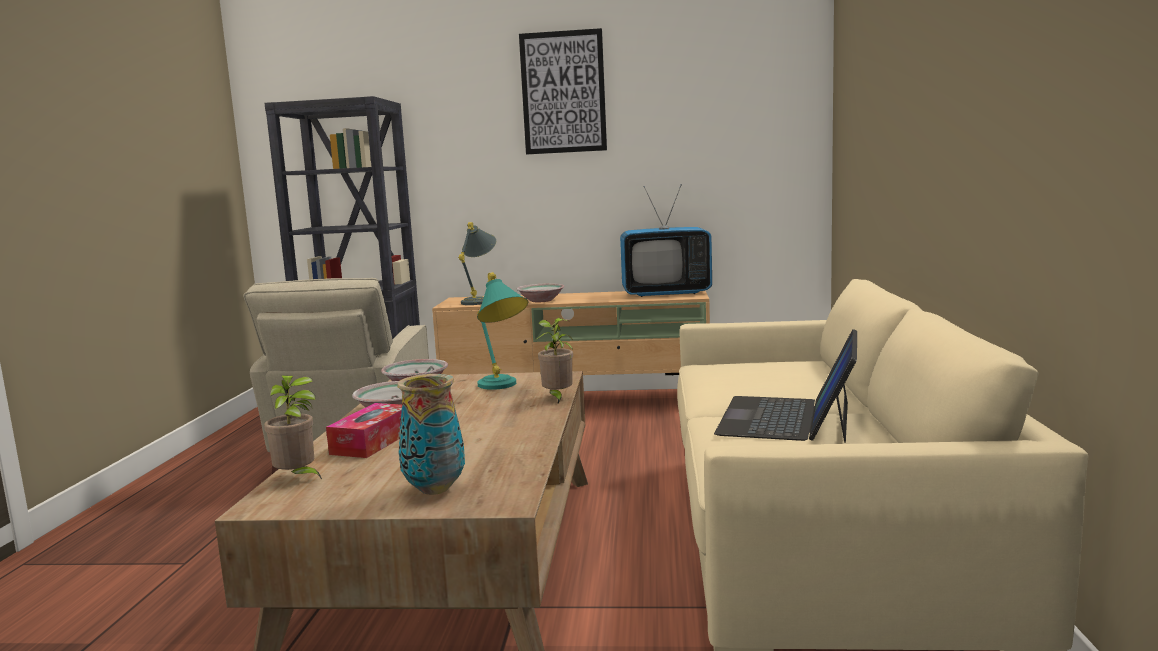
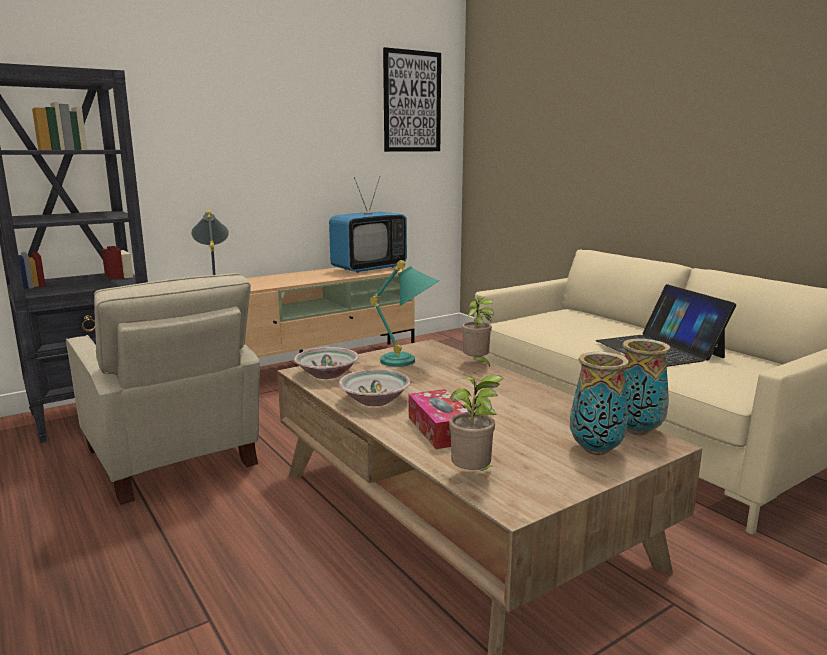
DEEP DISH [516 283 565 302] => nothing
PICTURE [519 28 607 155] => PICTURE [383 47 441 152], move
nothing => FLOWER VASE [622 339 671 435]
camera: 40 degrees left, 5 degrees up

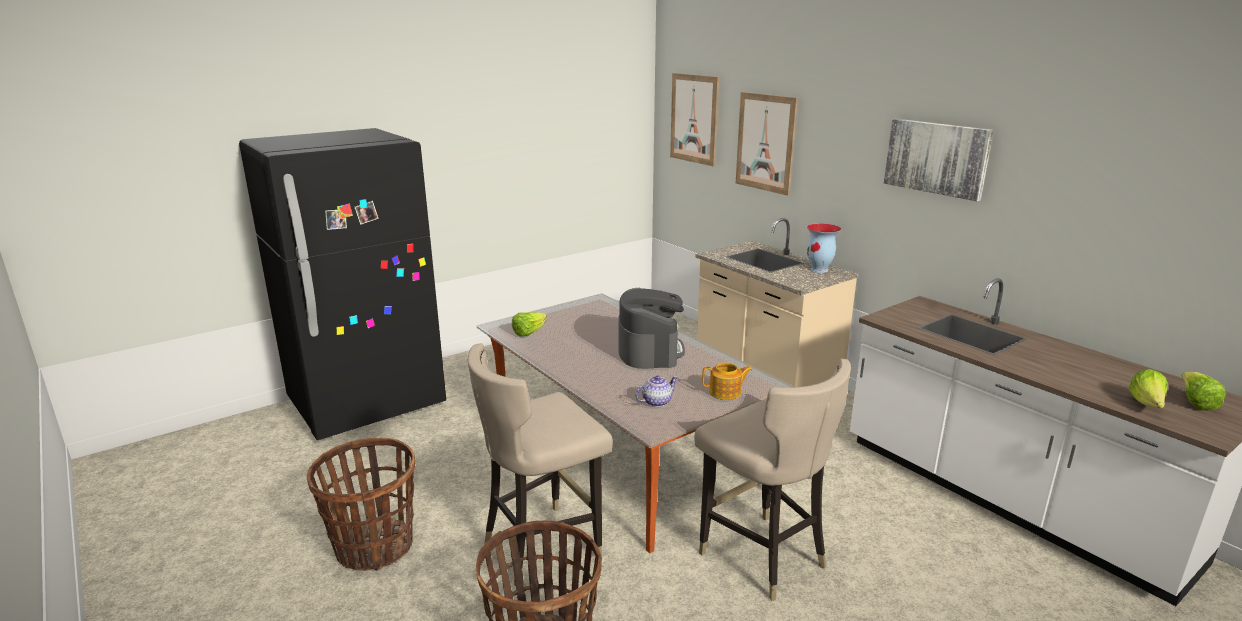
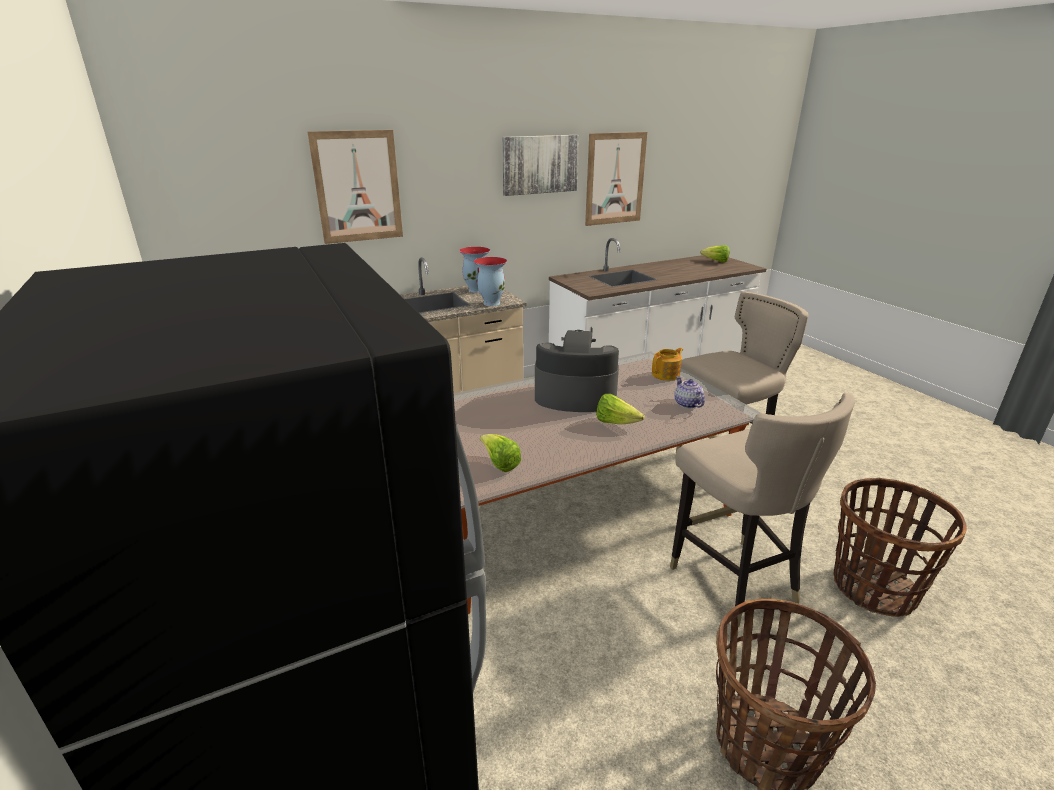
PICTURE [670 73 719 166] => PICTURE [585 132 647 226], move
POT FOR TEA [702 362 752 400] => POT FOR TEA [652 348 683 381], 45 degrees clockwise
LETTUCE [1129 369 1168 408] => LETTUCE [596 394 645 424], move
nothing => FLOWER VASE [474 257 507 306]
camera: 80 degrees left, 5 degrees up

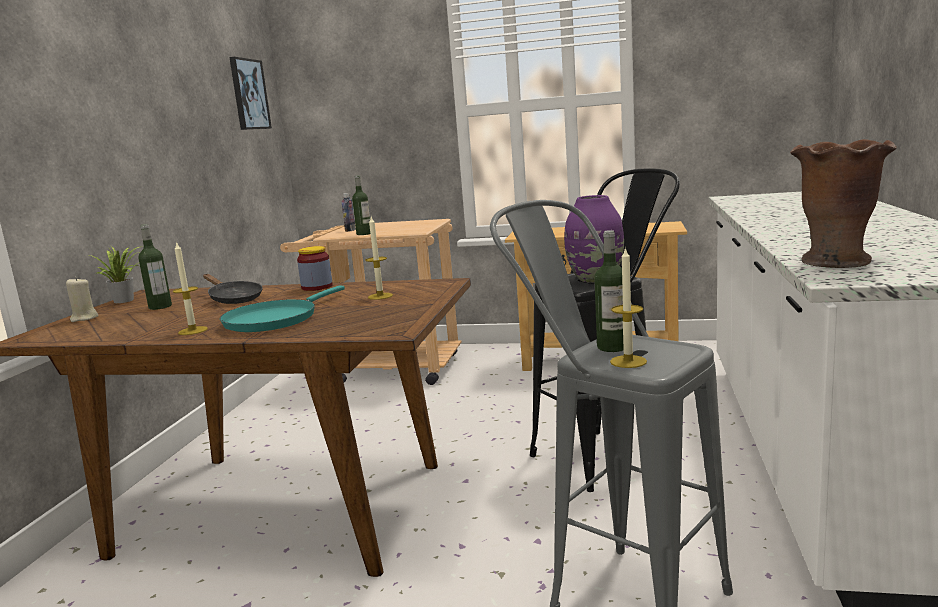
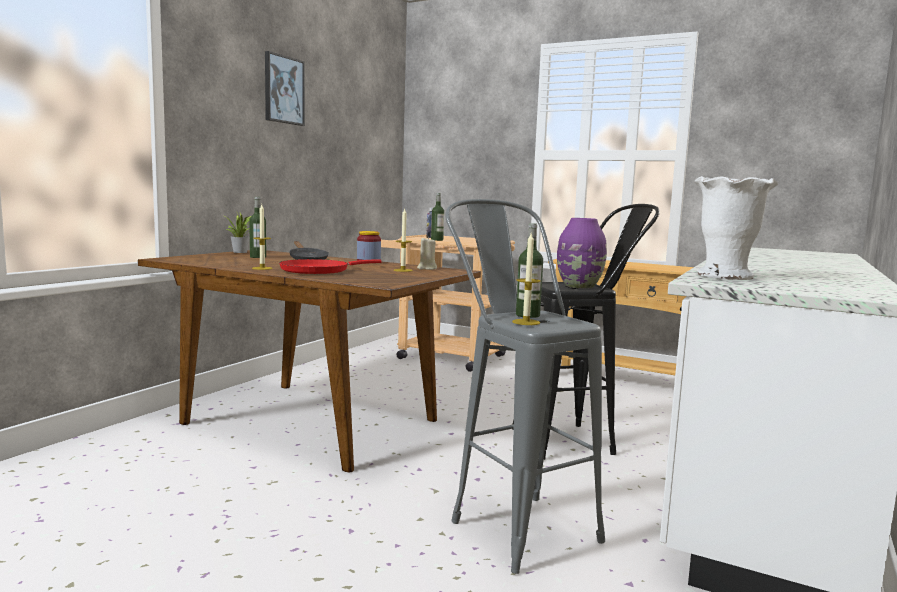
SAND-COLOURED WAX CANDLE [66 277 99 322] => SAND-COLOURED WAX CANDLE [417 237 437 270], move
TURQUOISE-COLOURED FRYING PAN [220 286 345 332] => REDDISH FRYING PAN [279 259 382 274]
PICTURE [229 57 272 130] => PICTURE [265 51 305 126], move
BROWN-COLOURED FLOWER VASE [790 139 897 268] => WHITE-COLOURED FLOWER VASE [694 176 778 280]
camera: 15 degrees right, 5 degrees down

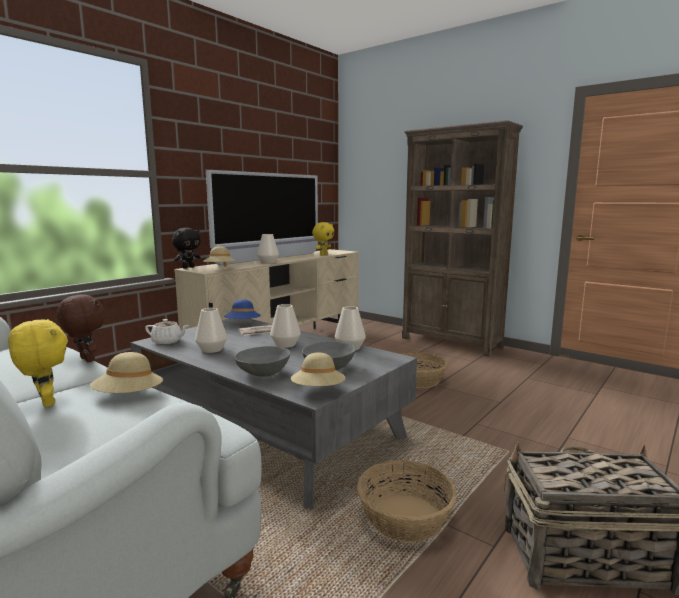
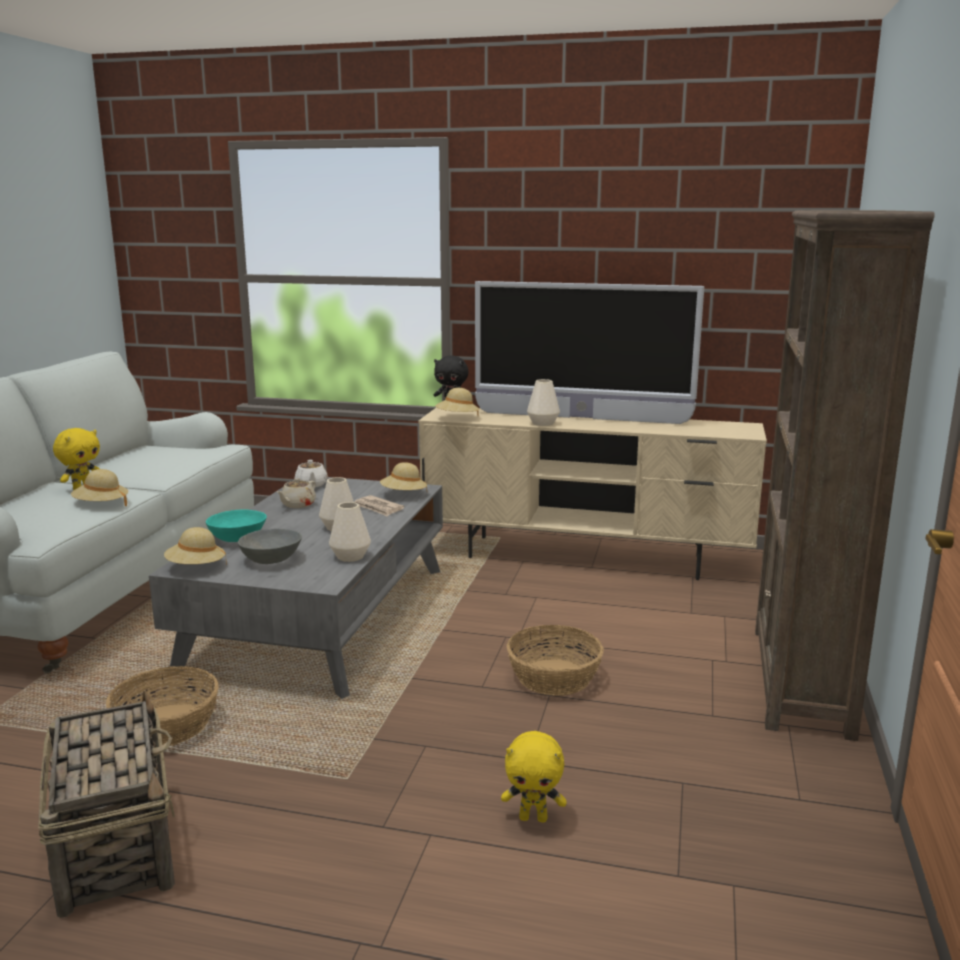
BROWN-COLOURED SOFT TOY [57 294 105 362] => nothing
WHITE-COLOURED FLOWER VASE [195 308 227 353] => SAND-COLOURED POT FOR TEA [277 478 316 508]
BLUISH CLOTHING HAT [224 299 261 320] => SAND-COLOURED CLOTHING HAT [380 462 427 490]
GREYISH DEEP DISH [234 346 291 377] => TURQUOISE-COLOURED DEEP DISH [206 509 267 542]
YELLOWISH SOFT TOY [312 222 334 255] => YELLOWISH SOFT TOY [501 731 567 822], move
camera: 65 degrees right, 5 degrees up

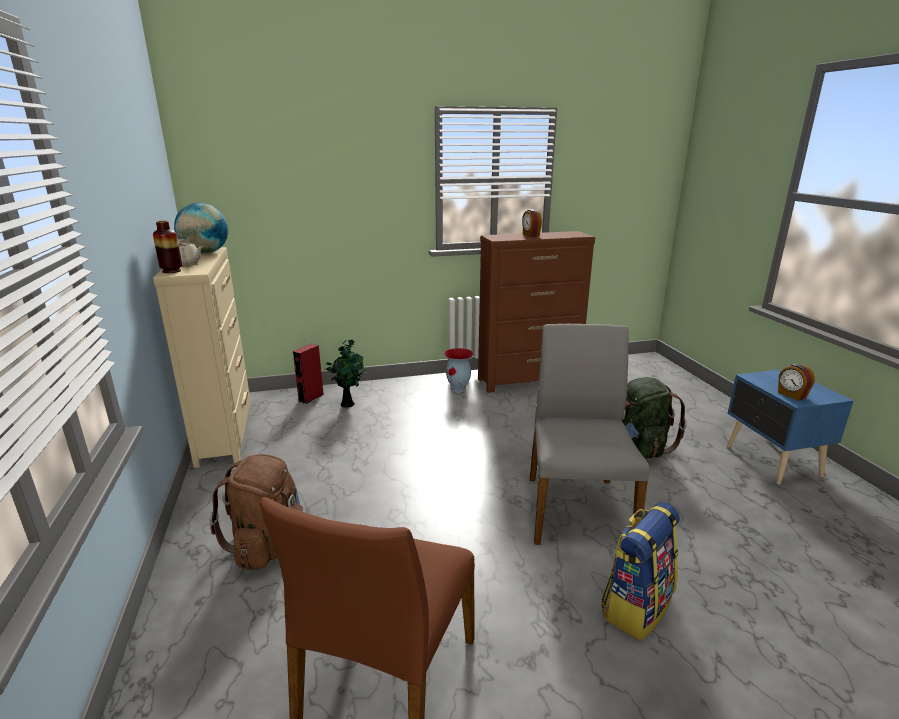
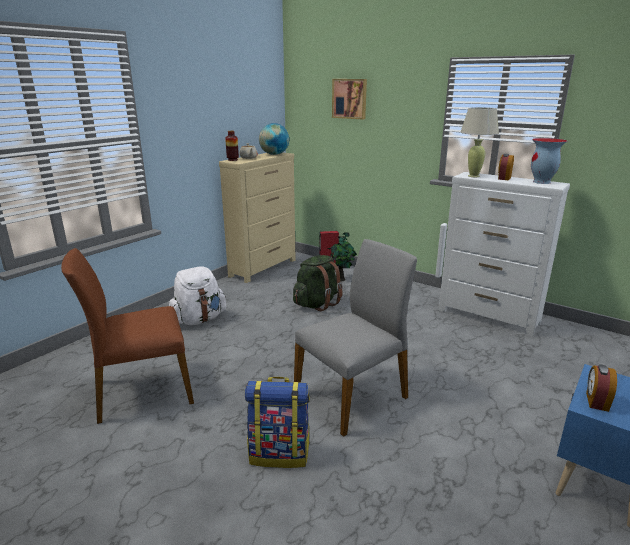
BROWN-COLOURED KNAPSACK [210 454 303 570] => WHITE-COLOURED KNAPSACK [169 266 226 325]
FLOWER VASE [444 348 474 393] => FLOWER VASE [531 138 567 184], move
BROWN-COLOURED DRESSER [478 231 595 393] => WHITE-COLOURED DRESSER [438 172 570 337]
GREEN KNAPSACK [622 377 687 458] => GREEN KNAPSACK [293 255 343 311], move
nothing => PICTURE [332 79 367 119]
nothing => SAND-COLOURED TABLETOP LAMP [460 107 499 177]
camera: 50 degrees right, 0 degrees up

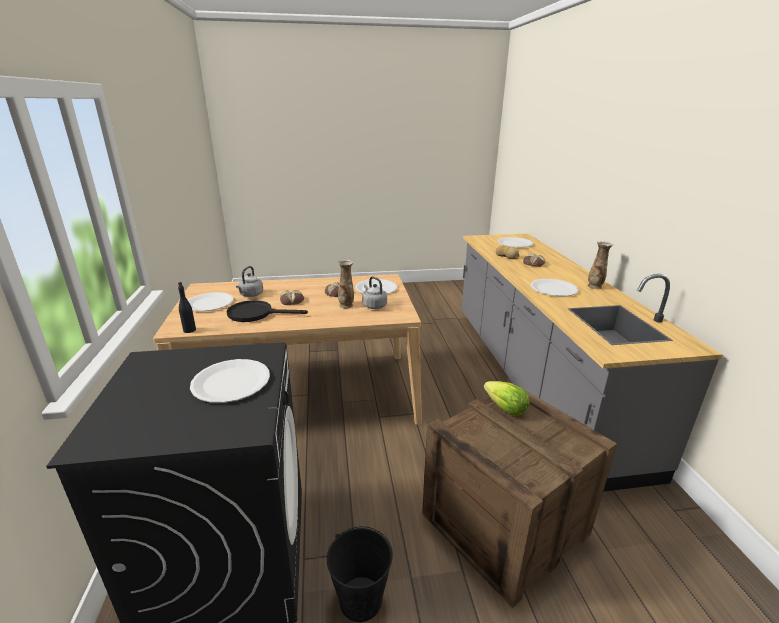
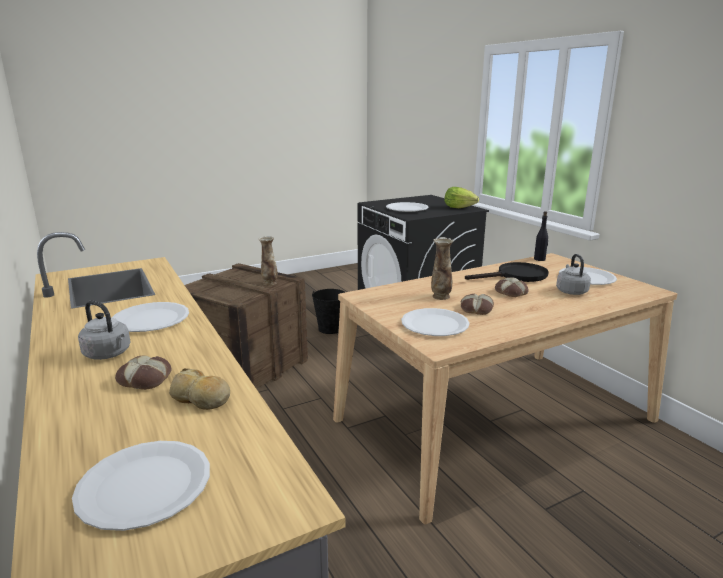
GREYISH WATER KETTLE [362 277 387 309] => GREYISH WATER KETTLE [78 300 130 360], move
LETTUCE [484 381 530 416] => LETTUCE [444 187 479 208], move
FLOWER VASE [588 241 614 289] => FLOWER VASE [258 236 278 286], move
camera: 160 degrees right, 5 degrees down

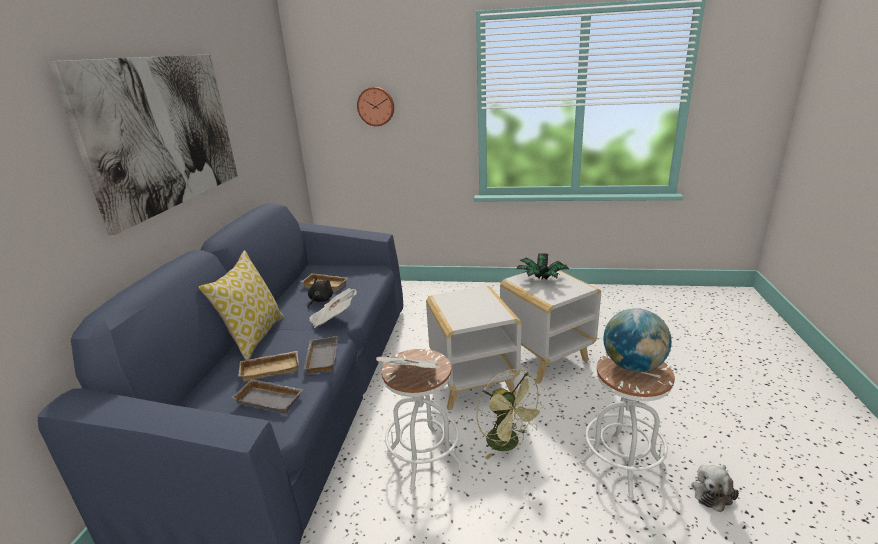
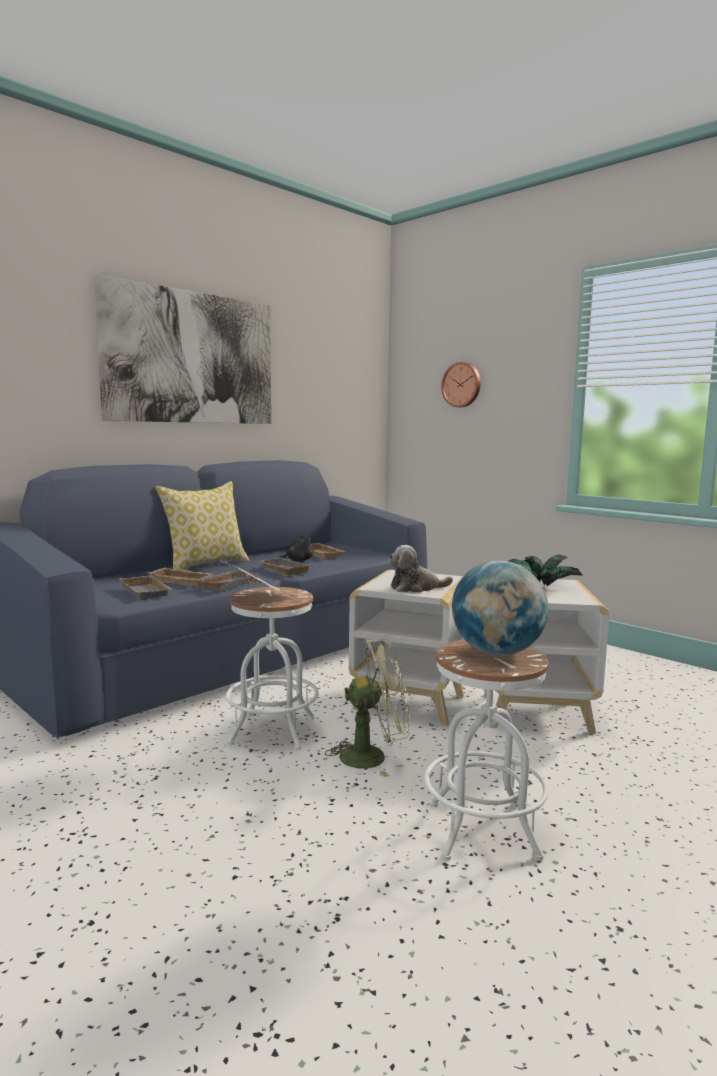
DAILY PAPER [309 288 357 328] => GREYISH SERVING TRAY [259 557 311 575]
GREEN FAN [476 369 546 460] => GREEN FAN [325 639 410 777], 105 degrees counterclockwise
SOFT TOY [691 465 739 512] => SOFT TOY [389 545 453 593], move
camera: 35 degrees right, 15 degrees down

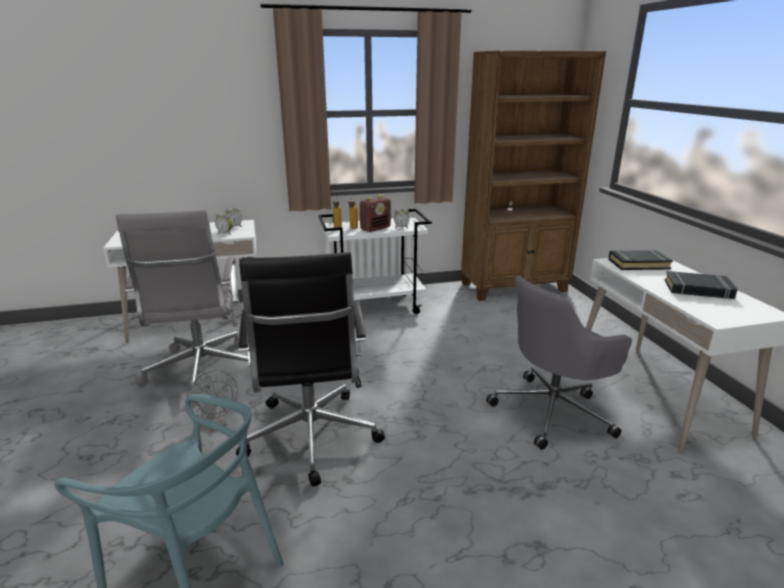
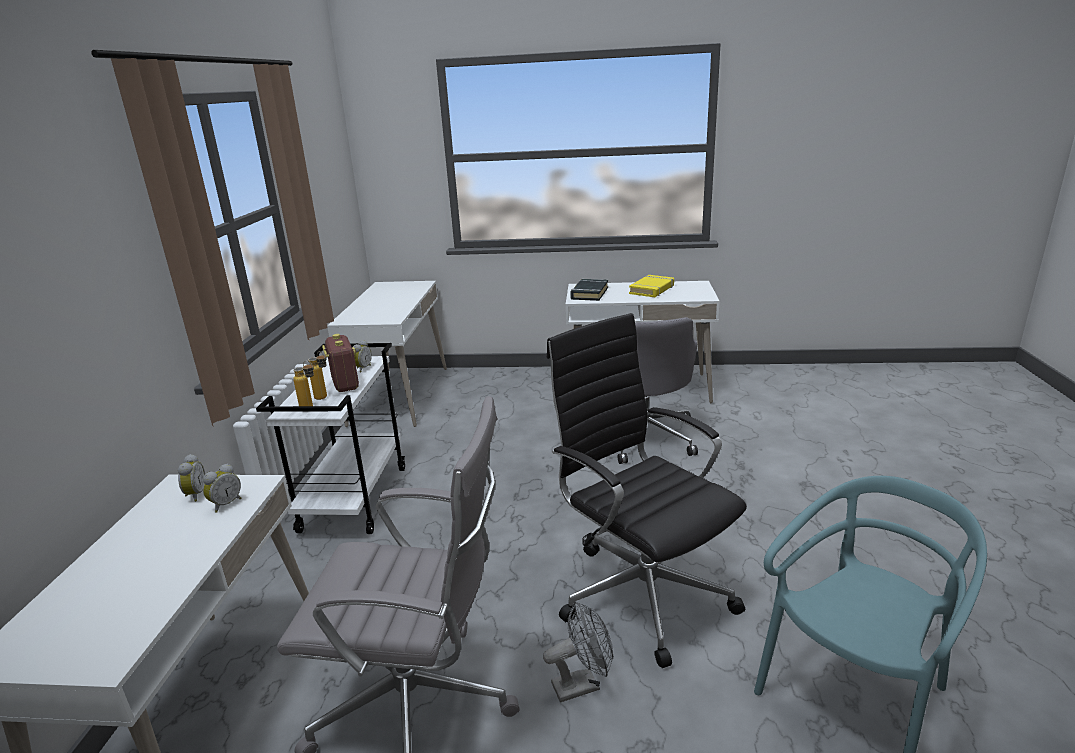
BLACKISH OFFICE CHAIR [236 252 385 487] => BLACKISH OFFICE CHAIR [547 313 747 668], 135 degrees counterclockwise
BROWN-COLOURED BOOKSHELF [461 51 606 301] => WHITE-COLOURED DESK TABLE [327 281 447 427]
BLACKISH BOUND BOOK [665 271 738 299] => YELLOWISH BOUND BOOK [629 275 674 297]
camera: 70 degrees left, 0 degrees up

